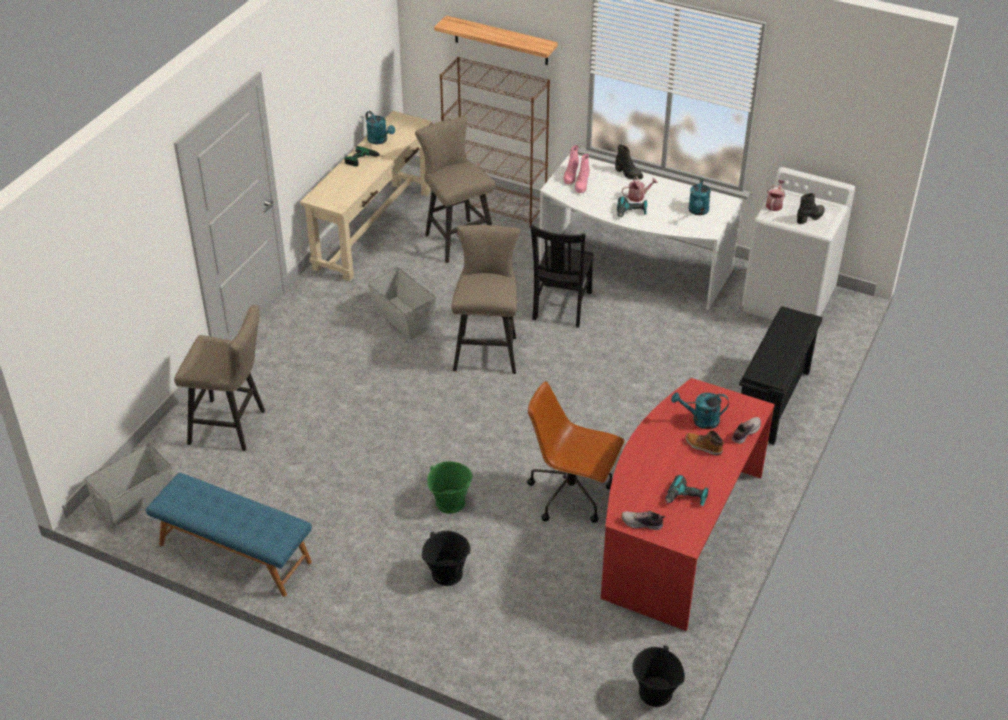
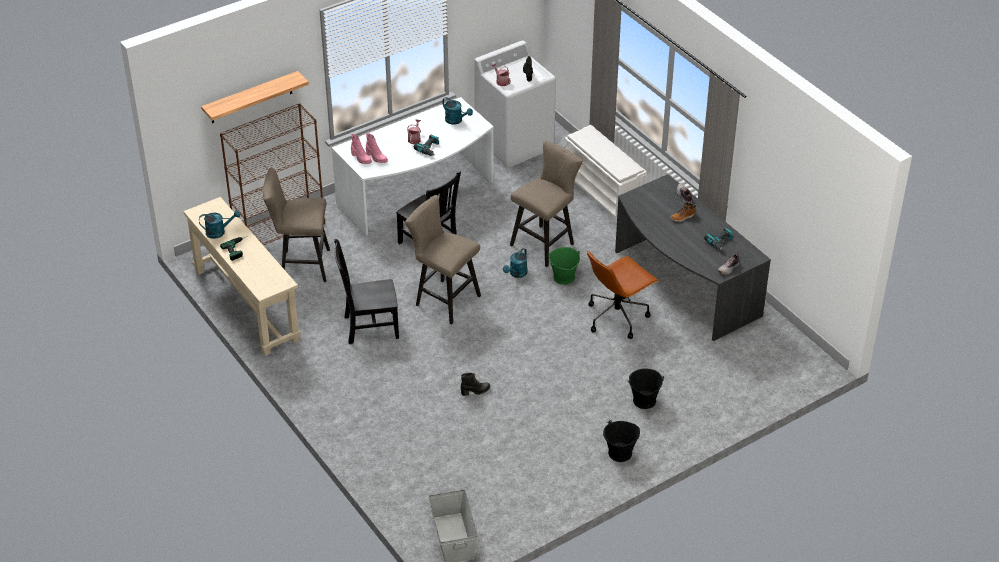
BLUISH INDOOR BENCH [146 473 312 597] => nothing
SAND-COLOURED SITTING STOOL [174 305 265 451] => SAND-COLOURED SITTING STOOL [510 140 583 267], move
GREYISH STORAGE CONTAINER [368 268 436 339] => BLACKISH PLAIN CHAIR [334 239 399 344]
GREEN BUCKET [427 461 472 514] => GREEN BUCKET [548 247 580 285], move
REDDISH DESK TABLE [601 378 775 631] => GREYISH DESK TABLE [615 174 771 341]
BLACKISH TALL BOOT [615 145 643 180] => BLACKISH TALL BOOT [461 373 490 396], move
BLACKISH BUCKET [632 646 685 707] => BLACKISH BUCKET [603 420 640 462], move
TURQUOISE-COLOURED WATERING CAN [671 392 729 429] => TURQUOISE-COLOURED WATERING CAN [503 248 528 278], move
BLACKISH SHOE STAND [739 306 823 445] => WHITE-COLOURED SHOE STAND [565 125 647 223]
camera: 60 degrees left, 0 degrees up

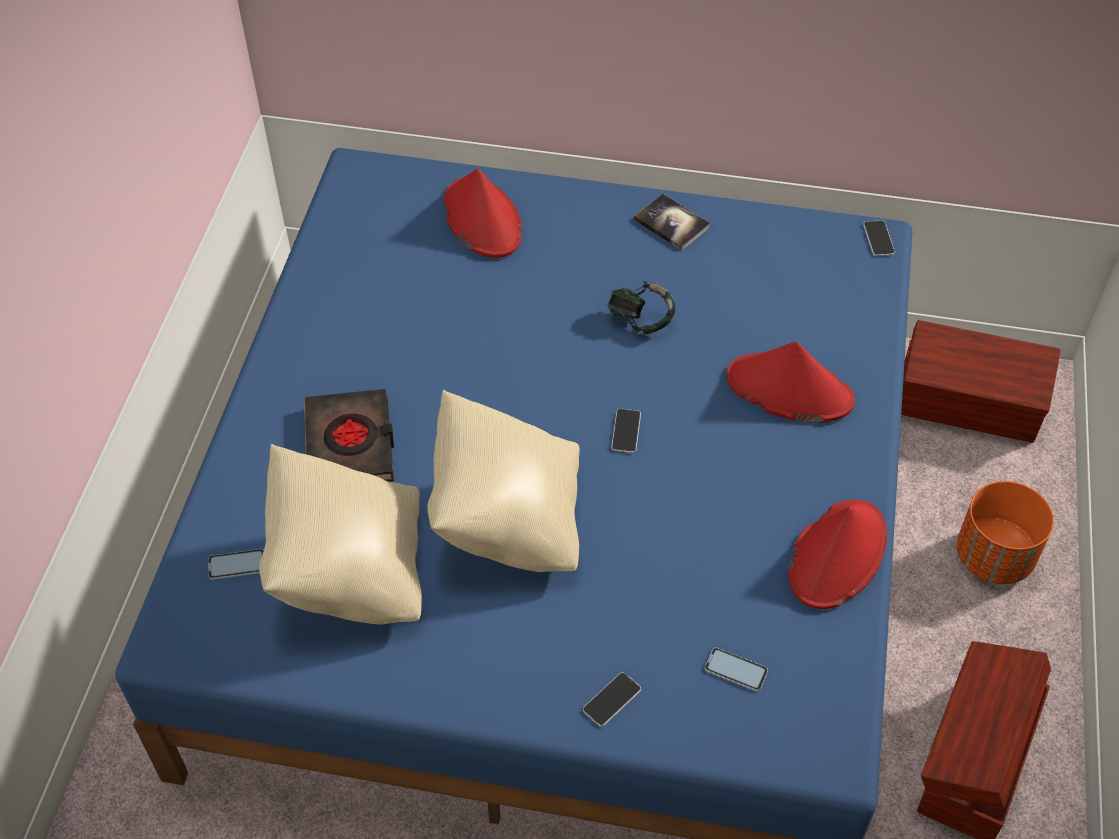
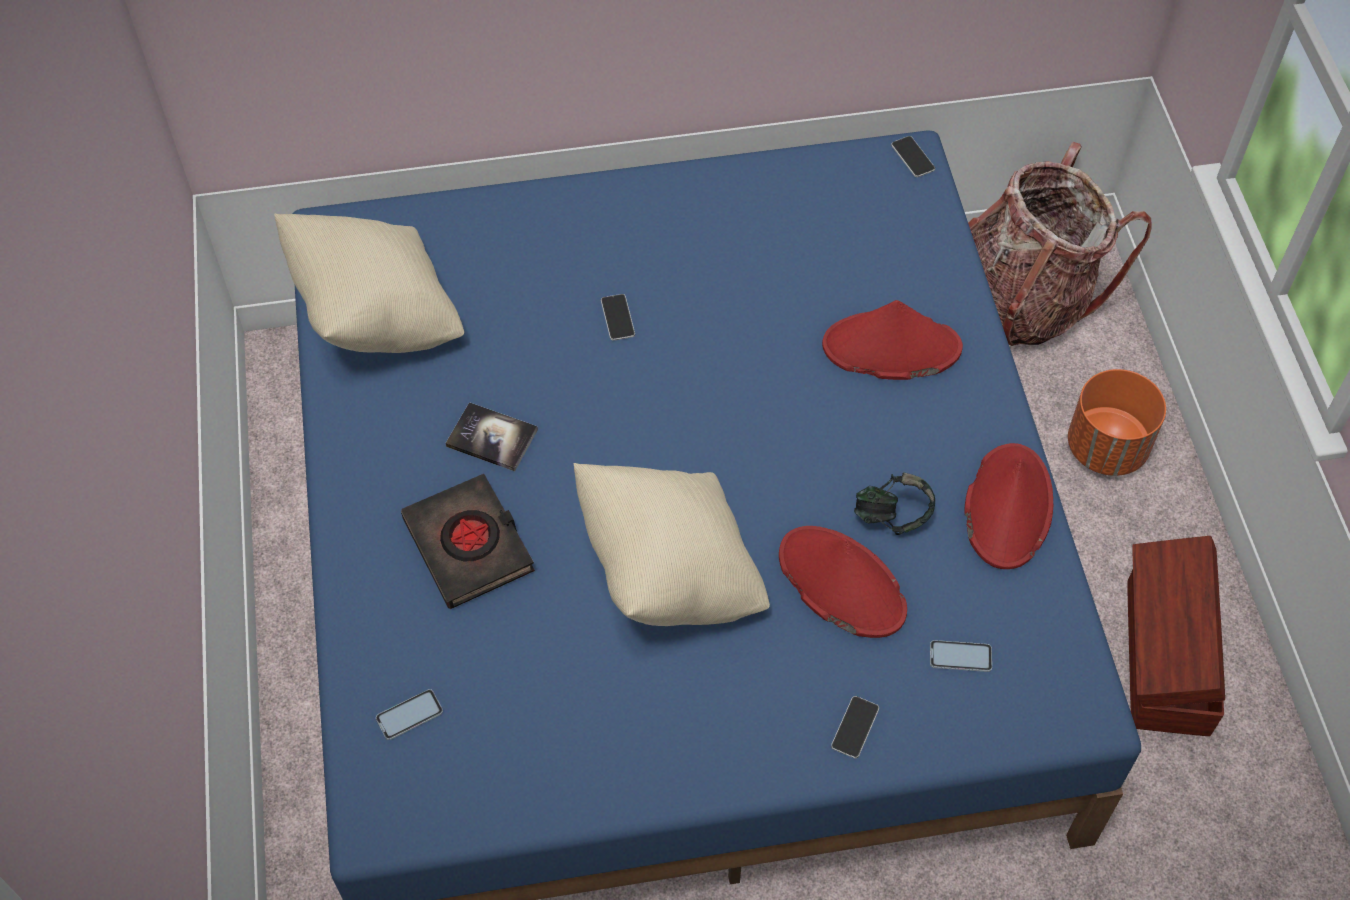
SAND-COLOURED THROW PILLOW [259 444 422 625] => SAND-COLOURED THROW PILLOW [274 214 464 353], move
REDDISH CLOTHING HAT [443 168 522 258] => REDDISH CLOTHING HAT [779 526 907 638], move
HEADSET [607 281 675 334] => HEADSET [854 472 935 535], move
PHONE [611 409 641 453] => PHONE [601 294 635 341], move
BOUND BOOK [634 194 711 250] => BOUND BOOK [446 402 538 471], move
BROWN-COLOURED STORAGE CONTAINER [901 320 1061 443] => KNAPSACK [968 142 1152 346]
camera: 20 degrees left, 5 degrees up

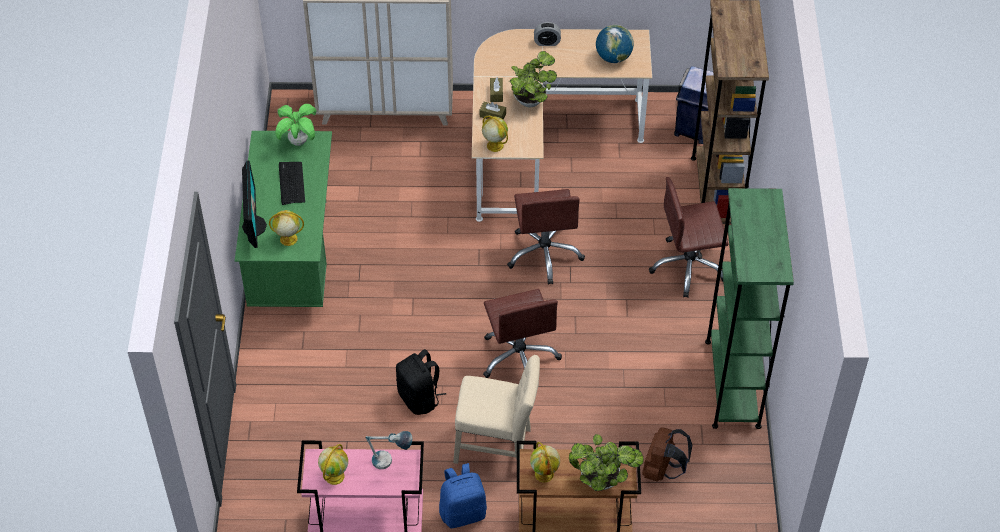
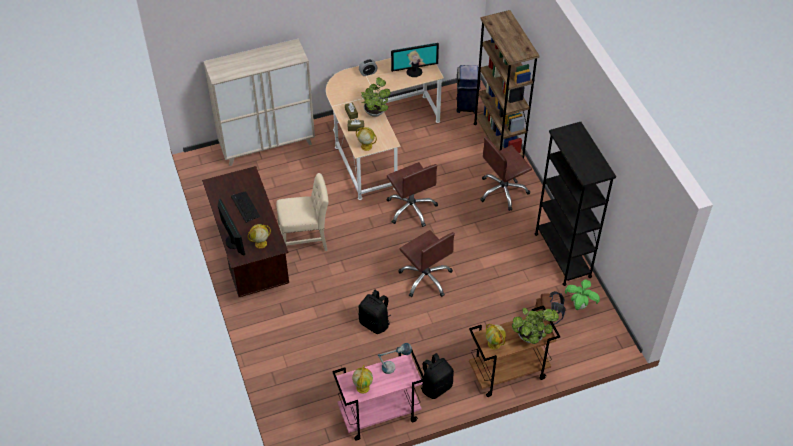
GREEN DESK TABLE [235 131 332 307] => BROWN-COLOURED DESK TABLE [202 166 289 297]
PLANT IN A POT [276 104 316 146] => PLANT IN A POT [565 279 600 310], move
BLUISH KNAPSACK [439 463 487 528] => BLACKISH KNAPSACK [421 353 454 399]
SAND-COLOURED PLAIN CHAIR [453 355 540 473] => SAND-COLOURED PLAIN CHAIR [276 173 329 251], move
WORLD GLOBE [596 25 634 63] => MONITOR [391 43 439 77]
GREEN BOOKSHELF [705 188 794 429] => BLACKISH BOOKSHELF [534 122 616 286]
camera: 20 degrees left, 0 degrees up

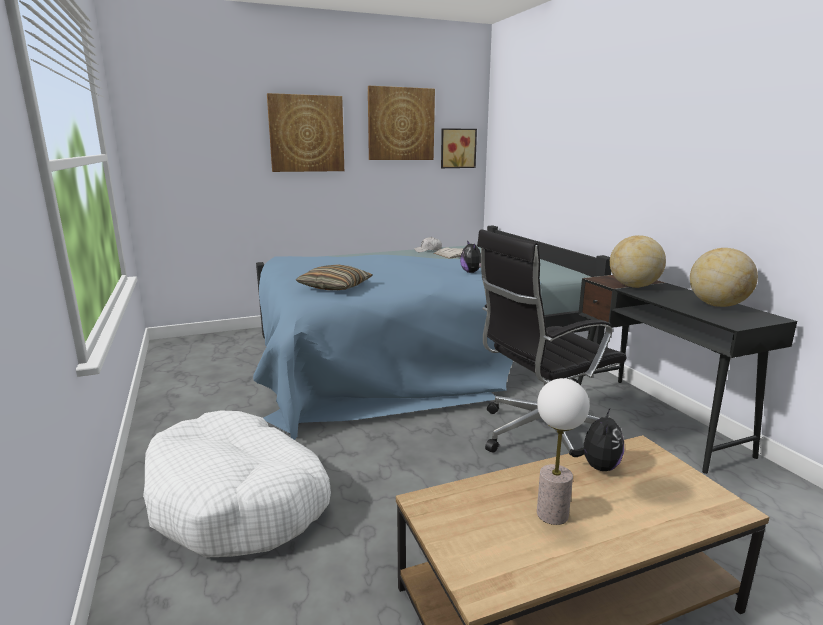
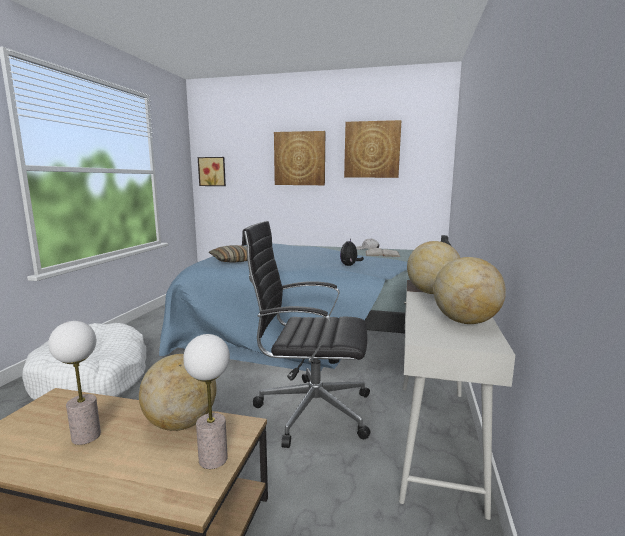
PICTURE [441 128 477 168] => PICTURE [198 157 226 186], move
SOFT TOY [569 409 624 471] => WORLD GLOBE [139 354 216 431]
BLACKISH DESK TABLE [577 275 797 474] => WHITE-COLOURED DESK TABLE [399 280 515 520]
nothing => TABLETOP LAMP [183 334 230 469]
camera: 35 degrees right, 5 degrees down

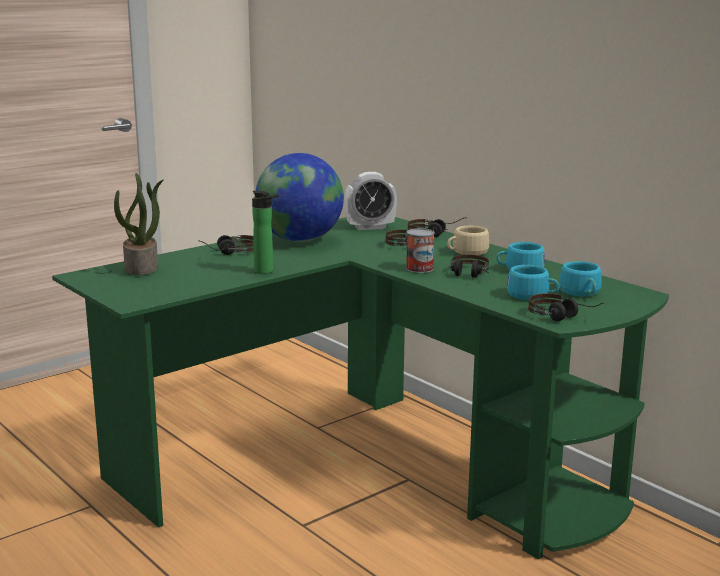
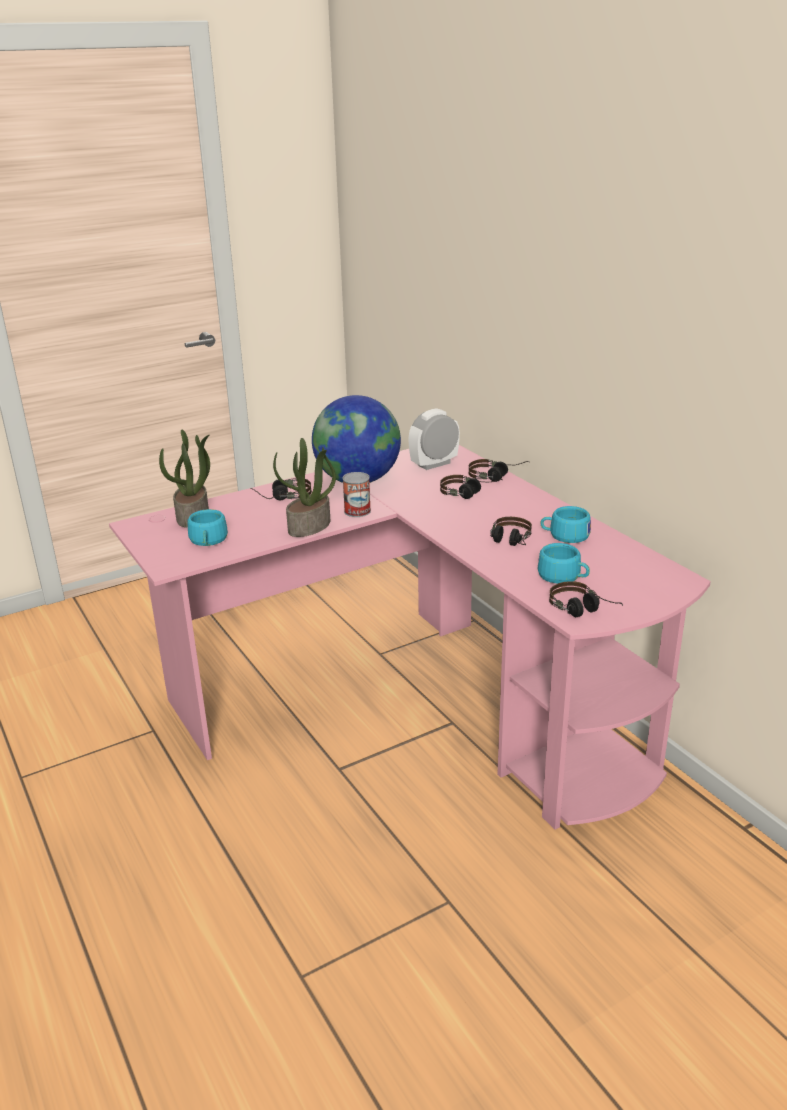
GREEN DESK TABLE [52 217 669 559] => PINK DESK TABLE [109 445 711 829]
DRINK BOTTLE [252 191 279 274] => PLANT IN A POT [273 438 336 537]
TABLE CLOCK [345 172 397 230] => TABLE CLOCK [409 408 460 470], 150 degrees clockwise
CAN [406 228 435 273] => CAN [342 472 371 517], move
SAND-COLOURED CUP [447 226 489 255] => nothing
TURQUOISE-COLOURED CUP [559 261 601 296] => TURQUOISE-COLOURED CUP [188 509 228 546], move
camera: 10 degrees right, 10 degrees up

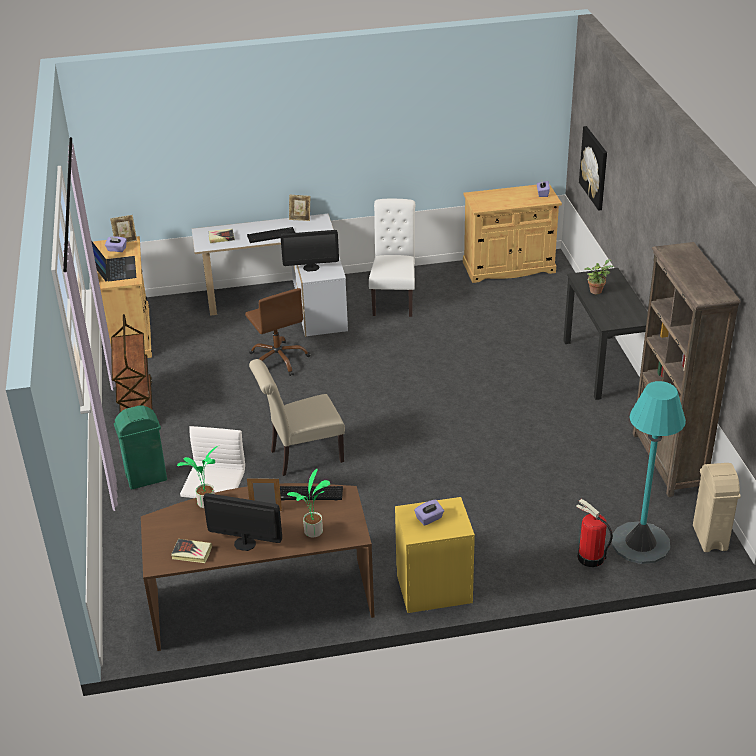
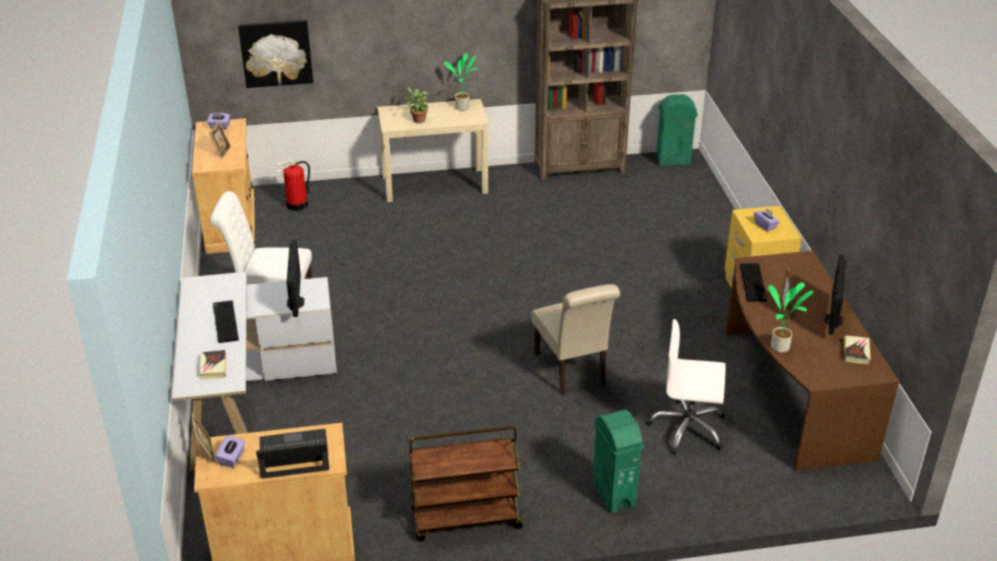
BROWN-COLOURED OFFICE CHAIR [245 288 310 376] => nothing
PLANT IN A POT [287 469 330 537] => PLANT IN A POT [444 53 479 111], move
STANDING FRAME [289 195 310 221] => STANDING FRAME [209 121 231 159], move
BLACKISH DESK TABLE [563 268 648 400] => SAND-COLOURED DESK TABLE [377 99 489 202]
FIRE-FIGHTING CYLINDER [576 499 613 567] => FIRE-FIGHTING CYLINDER [276 160 310 211], move
TURQUOISE-COLOURED STANDING LAMP [612 381 686 564] => nothing
SAND-COLOURED TRASH CAN [693 463 741 552] => GREEN TRASH CAN [656 94 698 166]
camera: 90 degrees left, 0 degrees up

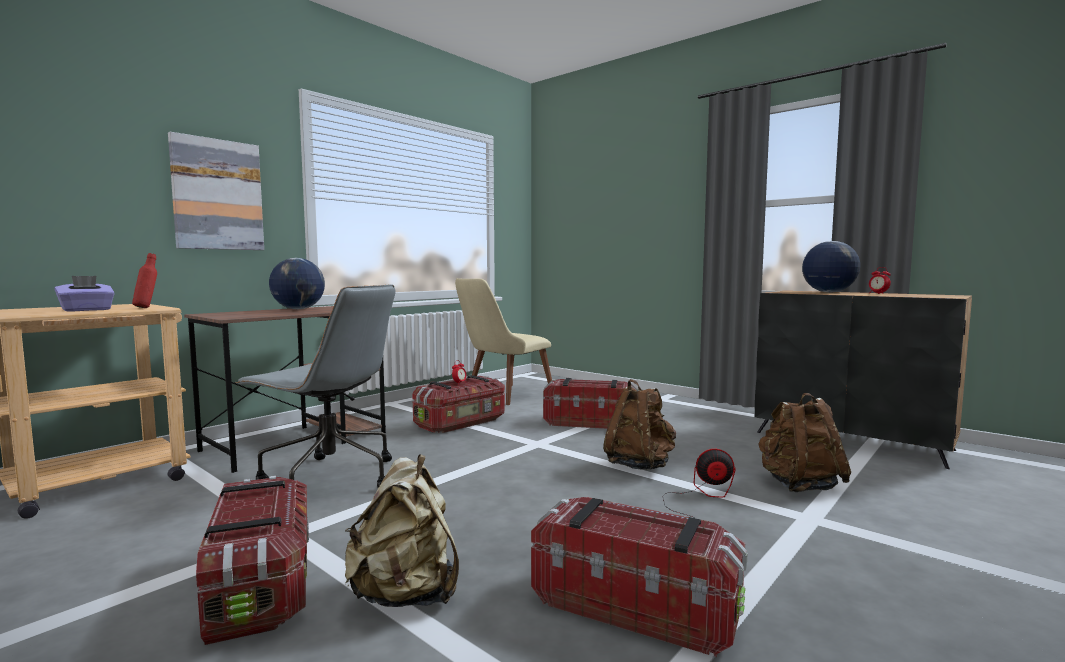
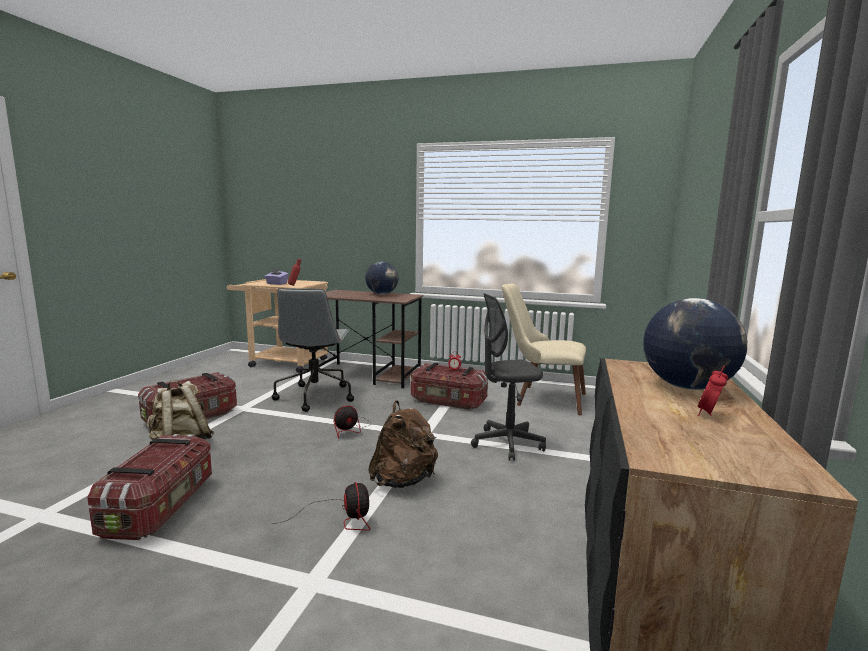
PICTURE [168 132 264 250] => nothing
STORAGE CONTAINER [543 378 638 429] => GREYISH OFFICE CHAIR [471 293 546 461]
BROWN-COLOURED KNAPSACK [758 393 851 492] => nothing
nothing => FAN [333 406 371 438]
camera: 65 degrees right, 5 degrees up

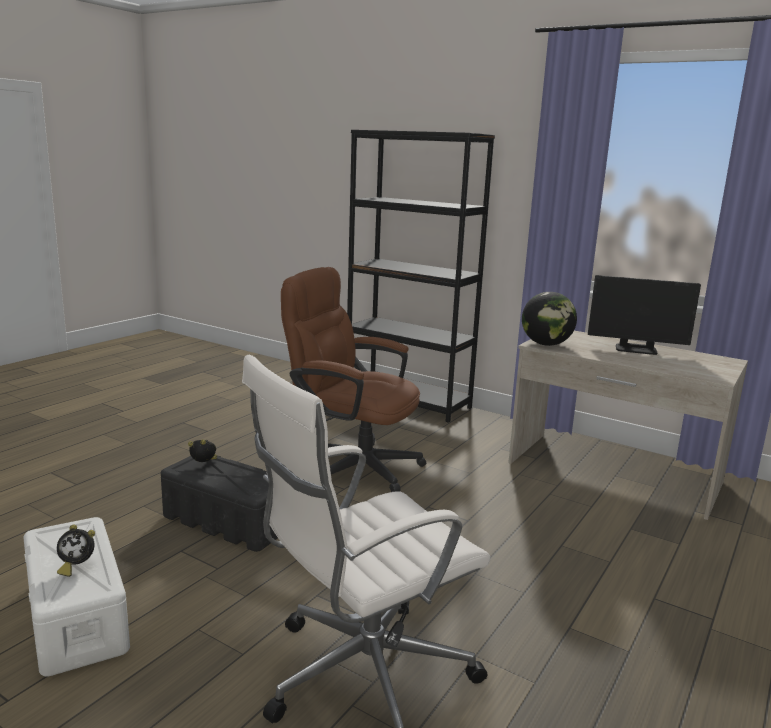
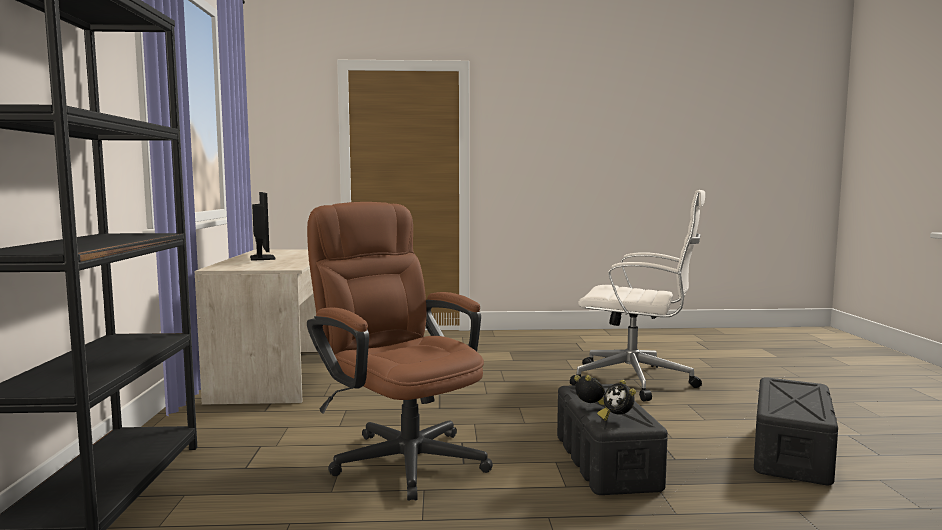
WHITE-COLOURED STORAGE CONTAINER [23 517 130 677] => BLACKISH STORAGE CONTAINER [754 377 838 485]
TABLE CLOCK [57 525 95 577] => TABLE CLOCK [574 375 605 405], move
BROWN-COLOURED OFFICE CHAIR [281 267 426 492] => BROWN-COLOURED OFFICE CHAIR [307 202 493 501], 150 degrees clockwise
WORLD GLOBE [522 292 577 346] => nothing
camera: 125 degrees left, 10 degrees down

